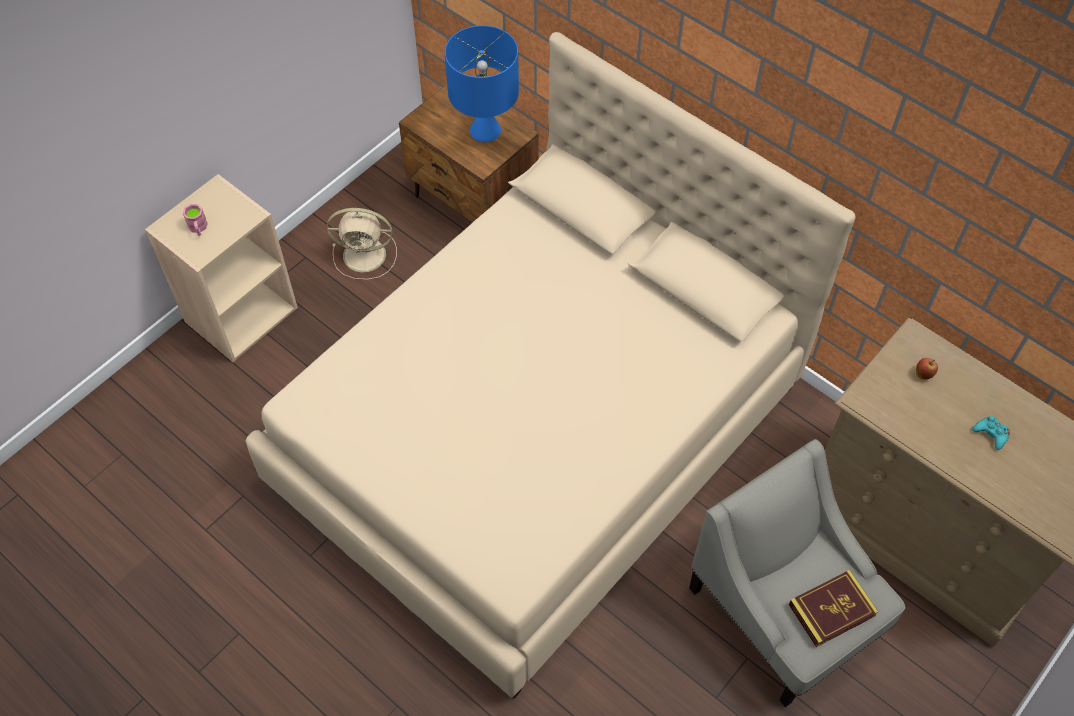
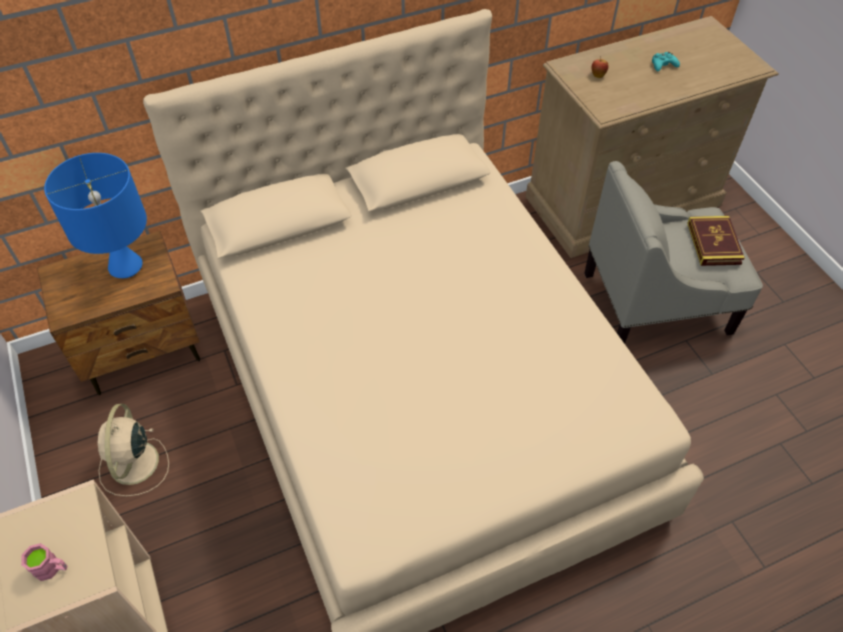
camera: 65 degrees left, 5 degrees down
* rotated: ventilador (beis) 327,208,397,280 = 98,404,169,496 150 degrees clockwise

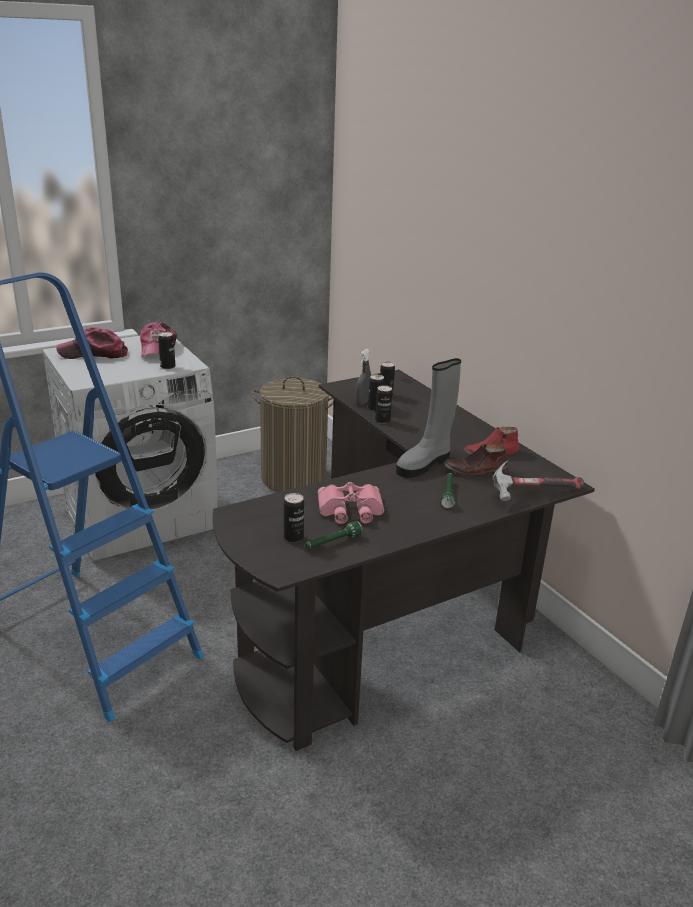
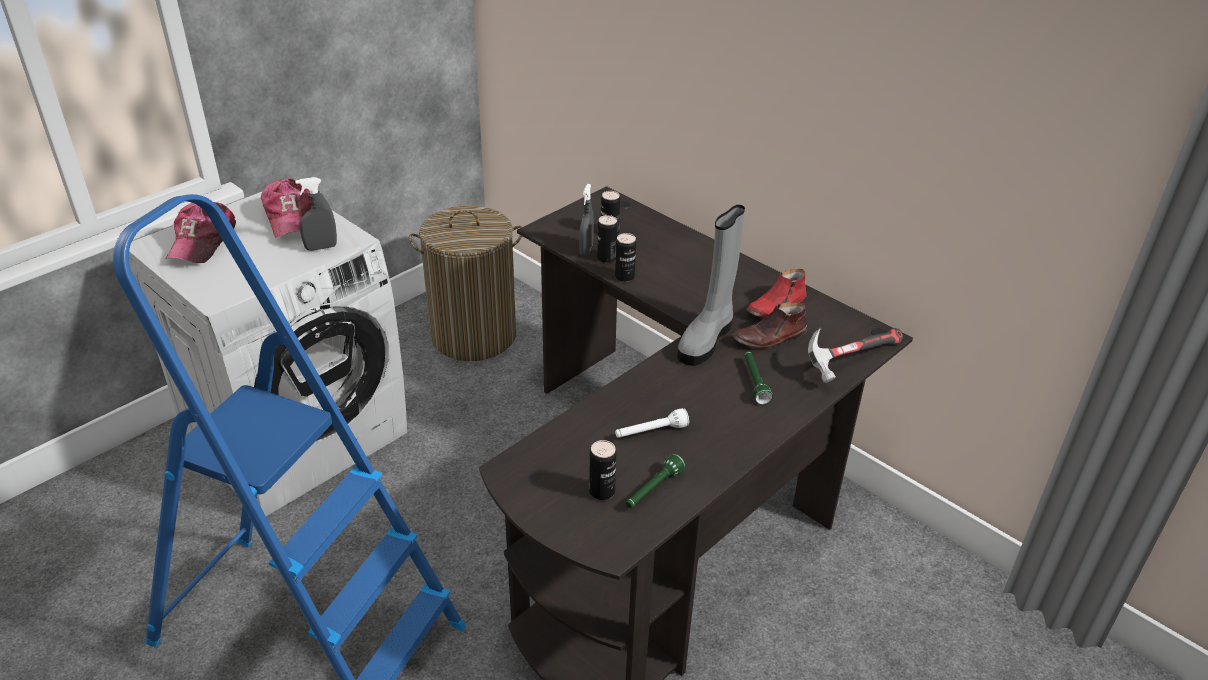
camera: 15 degrees left, 10 degrees up
* rotated: gorra 56,327,128,359 = 165,202,236,263 60 degrees counterclockwise
* swapped: lata 158,332,175,369 to pulverizador (gris) 295,177,337,251
* swapped: prismáticos (rosa) 318,482,384,524 to linterna (blanco) 615,408,689,438

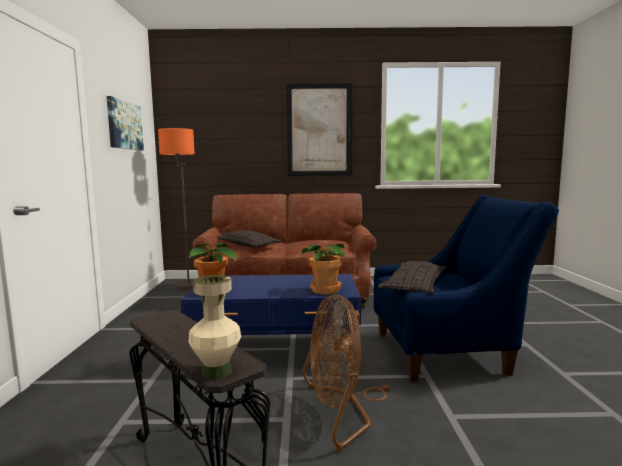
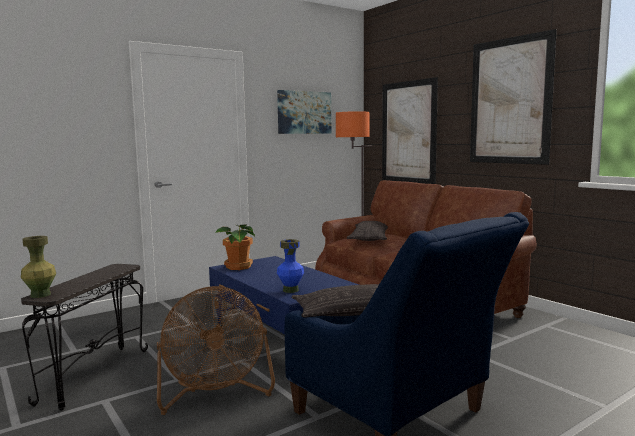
camera: 55 degrees right, 0 degrees up
* repainted: florero (beis) 189,275,241,379 to florero (verde) 21,236,56,298
* swapped: planta en maceta 302,244,347,295 to florero (azul) 277,239,304,293
* rotated: ventilador (marrón) 303,294,392,452 = 157,286,275,415 150 degrees counterclockwise
* new: cuadro 382,77,438,184

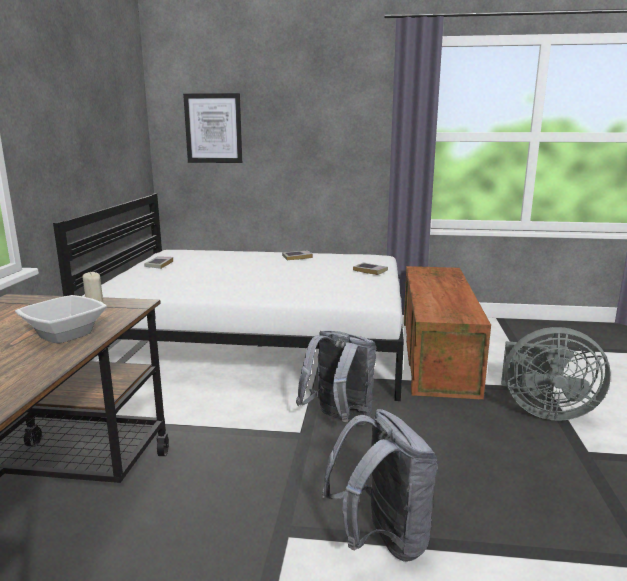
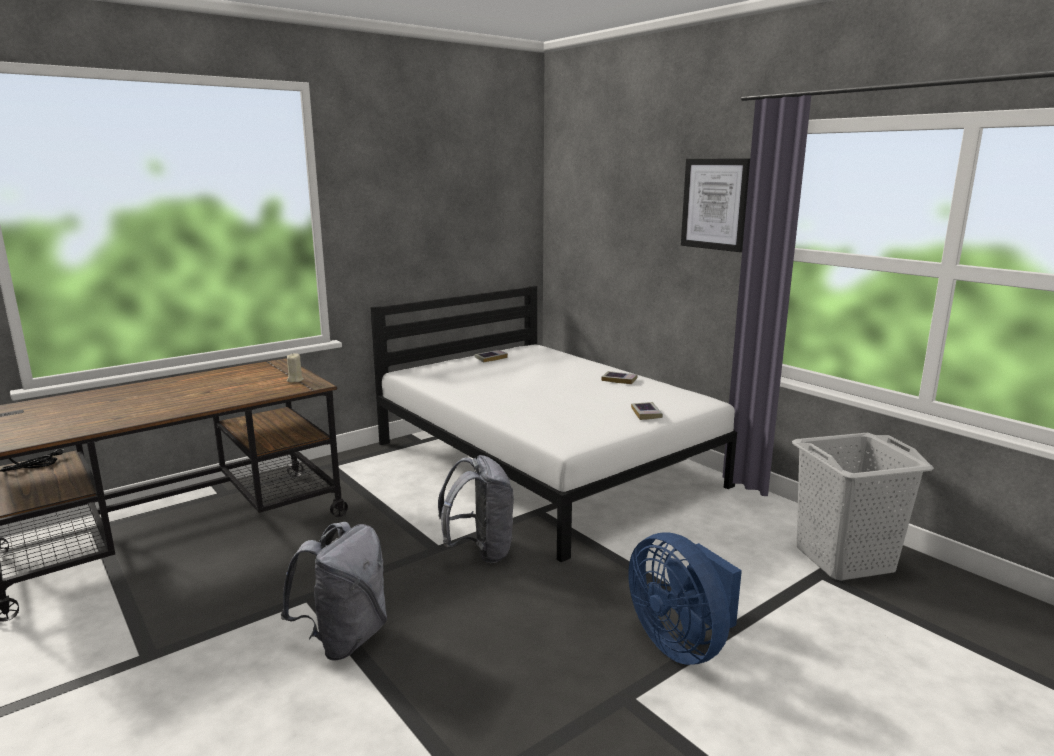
camera: 45 degrees right, 0 degrees up
* gone: cuenco 15,295,107,344
* shifted: cuadro 183,93,242,163 to 681,158,750,252
* gone: banco (marrón) 404,266,491,400
* repainted: ventilador (gris) 501,327,611,421 to ventilador (azul) 628,532,742,665
* new: cesto de la ropa (gris) 792,433,934,581

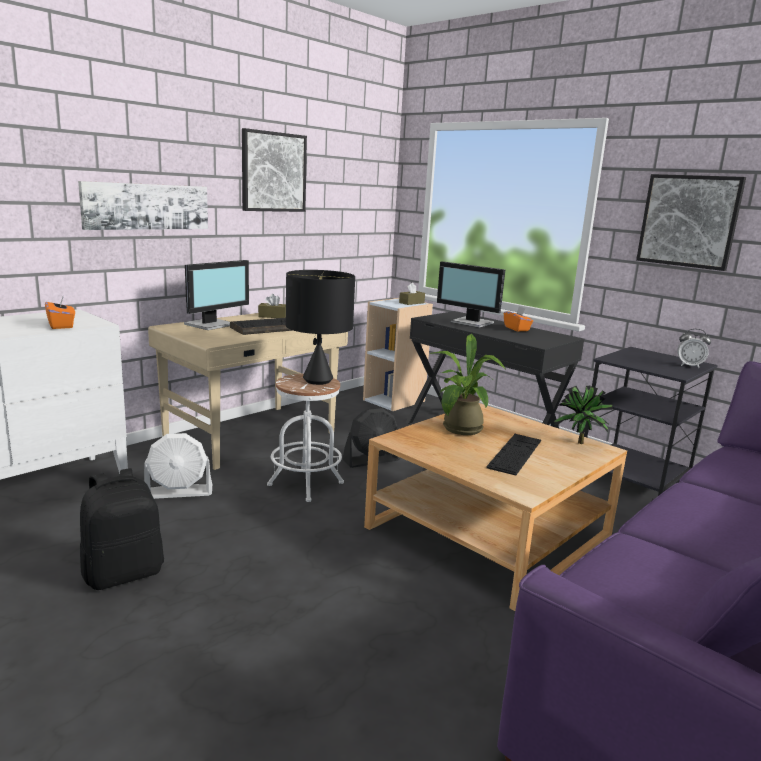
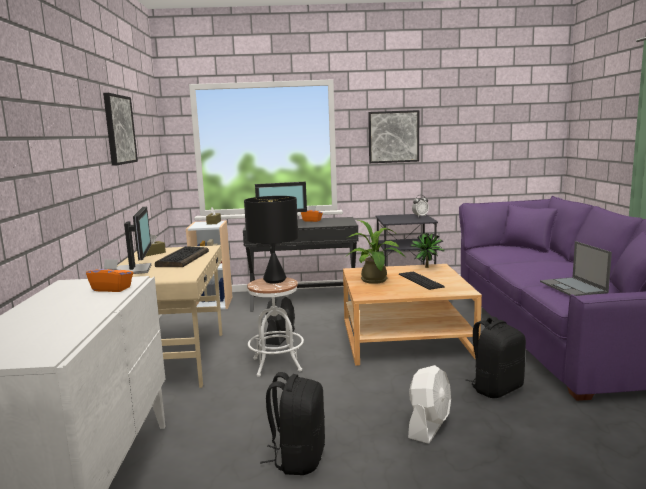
camera: 45 degrees left, 5 degrees down
* gone: cuadro 78,181,208,230
* shifted: ventilador (blanco) 144,433,212,499 to 408,365,451,444
* new: mochila (negro) 466,317,526,398
* new: portátil 540,241,612,296

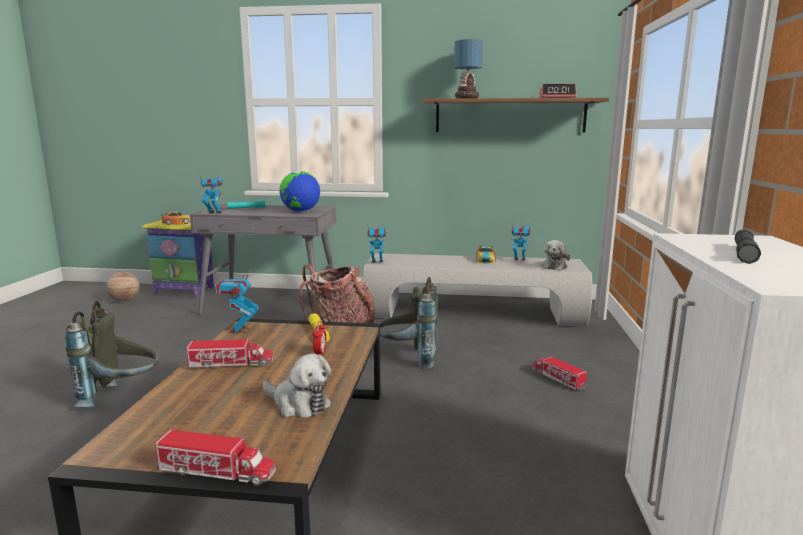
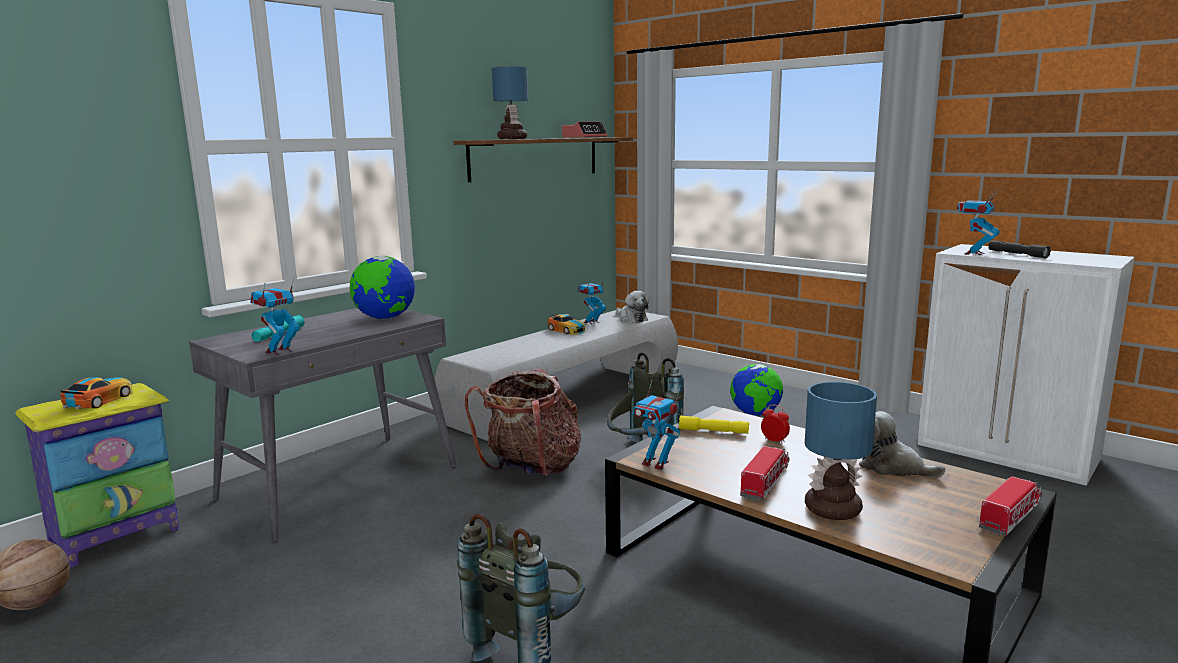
camera: 55 degrees left, 0 degrees up
* rotated: peluche 263,354,331,418 = 859,411,946,478 120 degrees counterclockwise
* shifted: robot de juguete 368,228,386,264 to 957,190,1000,255
* swapped: camión de juguete 531,356,587,390 to globo terráqueo 730,364,783,416
* new: lámpara de mesa 805,382,877,520

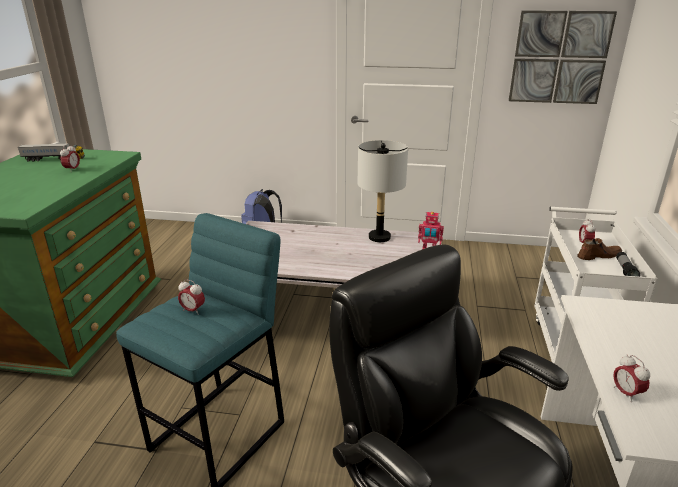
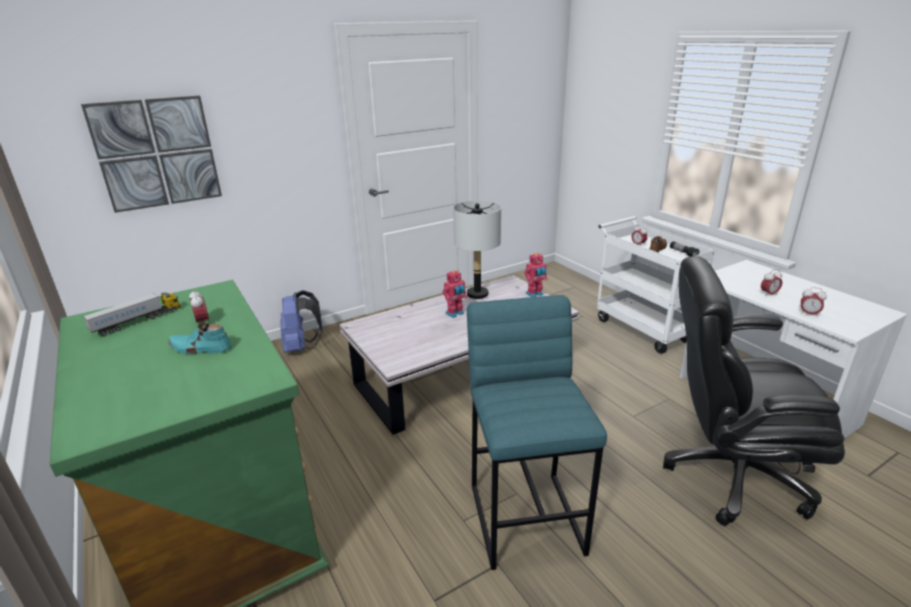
camera: 40 degrees left, 0 degrees up
* shifted: despertador 178,279,205,315 to 761,269,782,297
* shifted: cuadro 509,10,617,104 to 81,95,222,213
* new: zapato (turquesa) 168,323,232,354
* new: robot de juguete 442,270,468,318

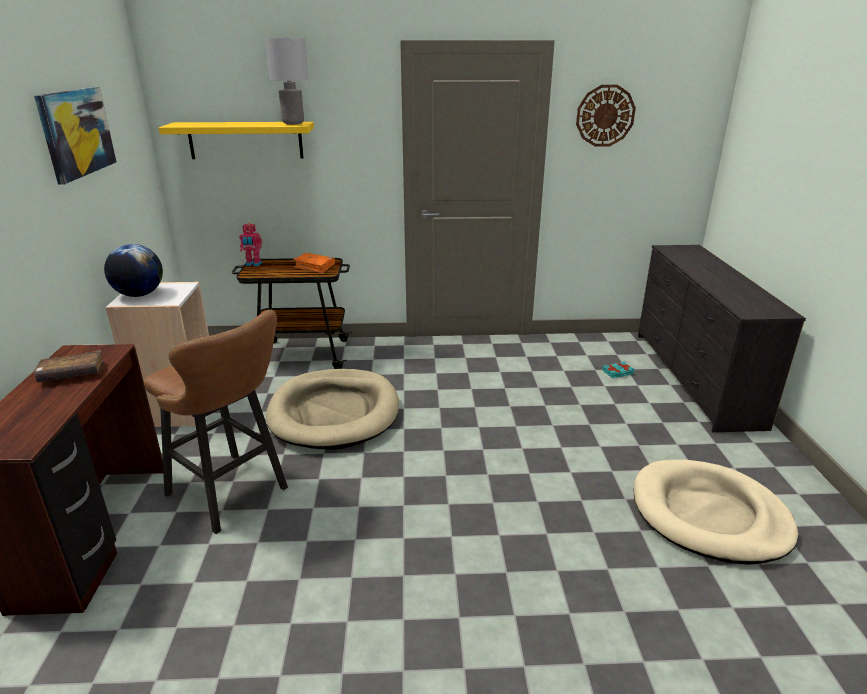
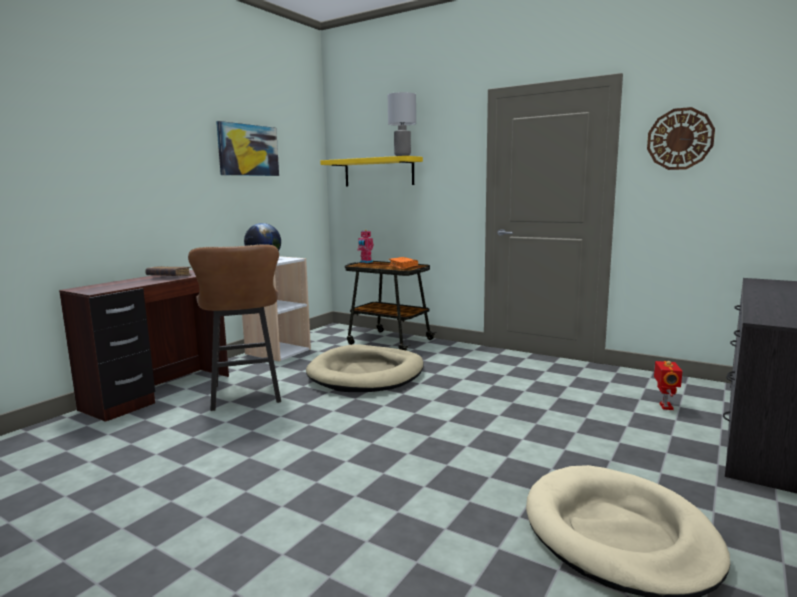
camera: 35 degrees right, 15 degrees down
* swapped: libro (turquesa) 603,362,634,378 to robot de juguete 654,361,682,410

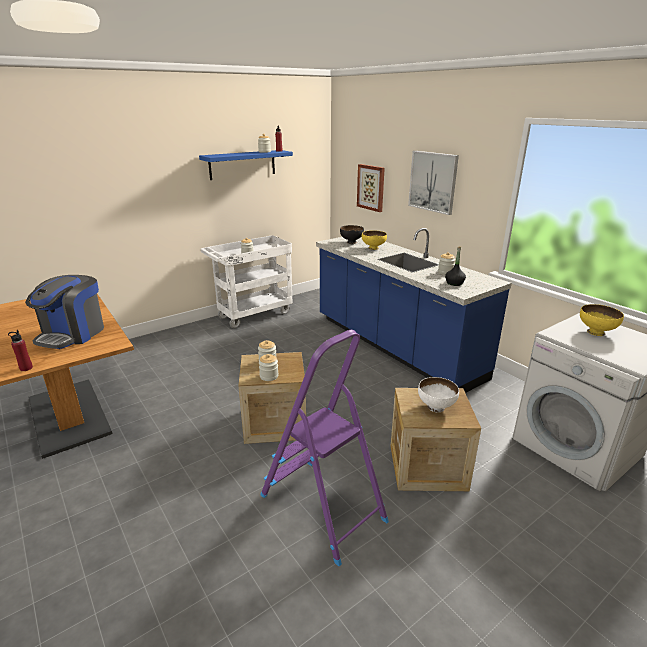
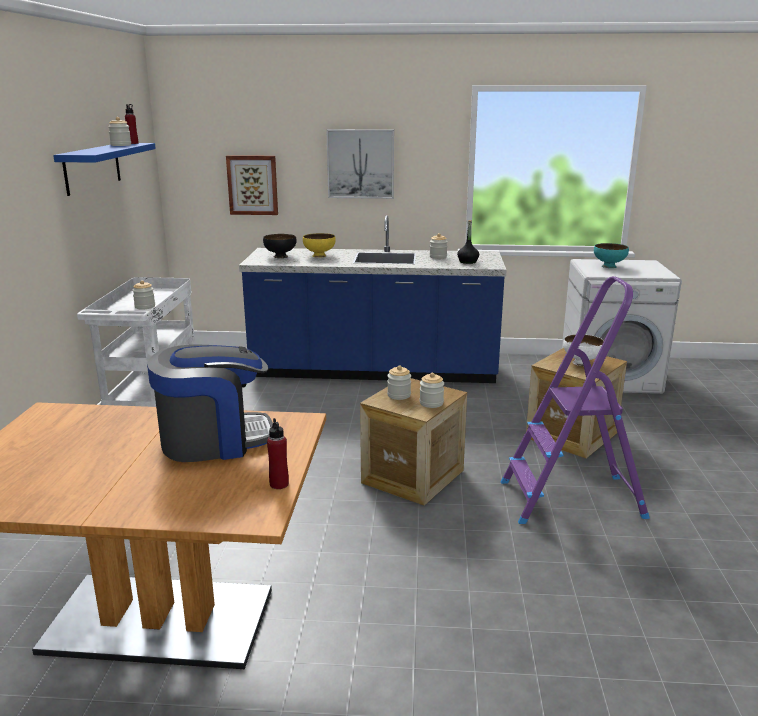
camera: 50 degrees left, 5 degrees down
* rotated: cafetera 25,275,104,349 = 147,344,273,462 75 degrees counterclockwise
* repainted: cuenco (amarillo) 580,304,624,336 to cuenco (turquesa) 594,243,629,268

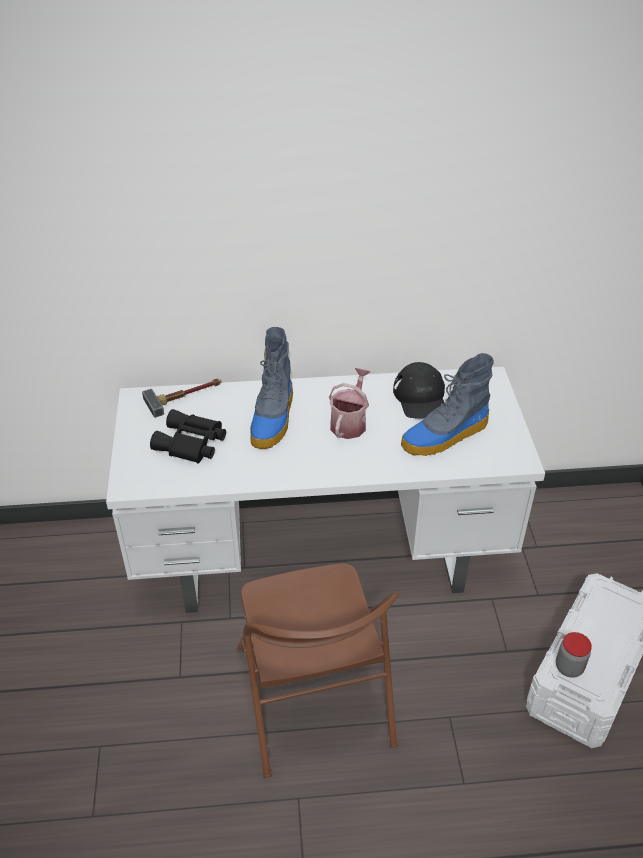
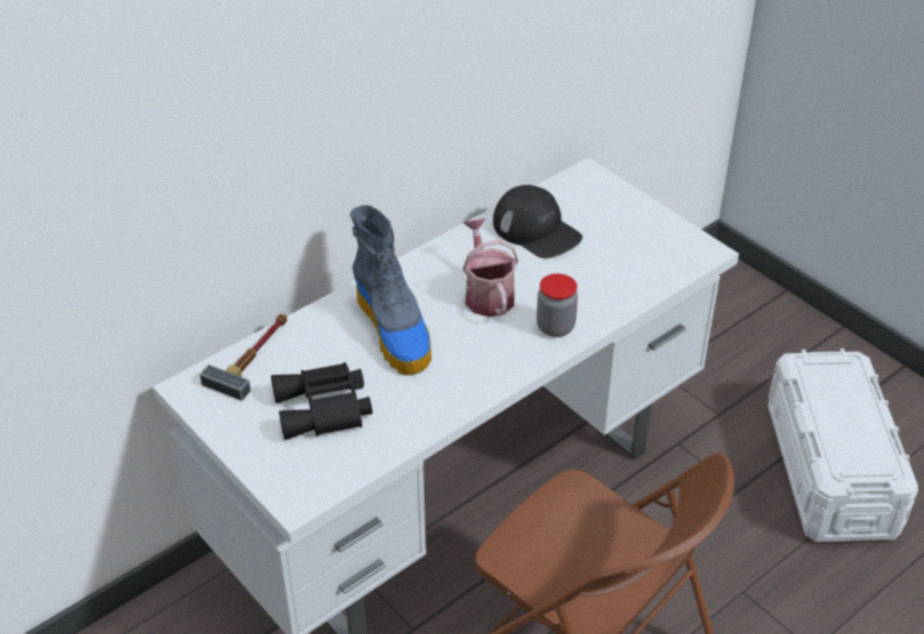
camera: 35 degrees left, 0 degrees up
* gone: bota 401,353,494,456
* shifted: tarro 556,632,592,678 to 537,274,578,337

